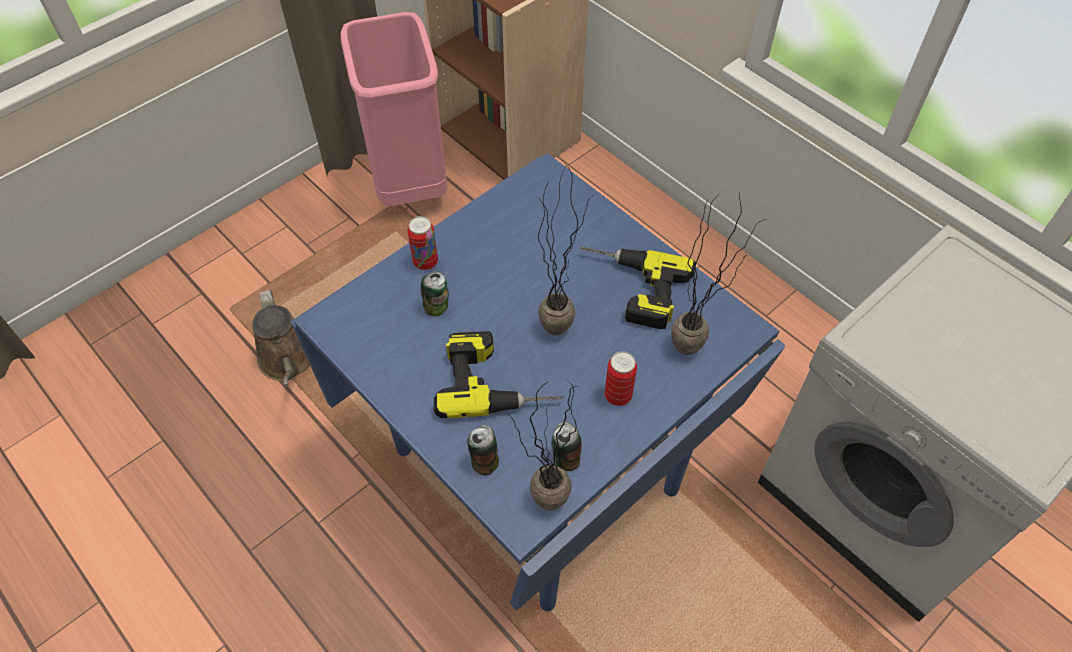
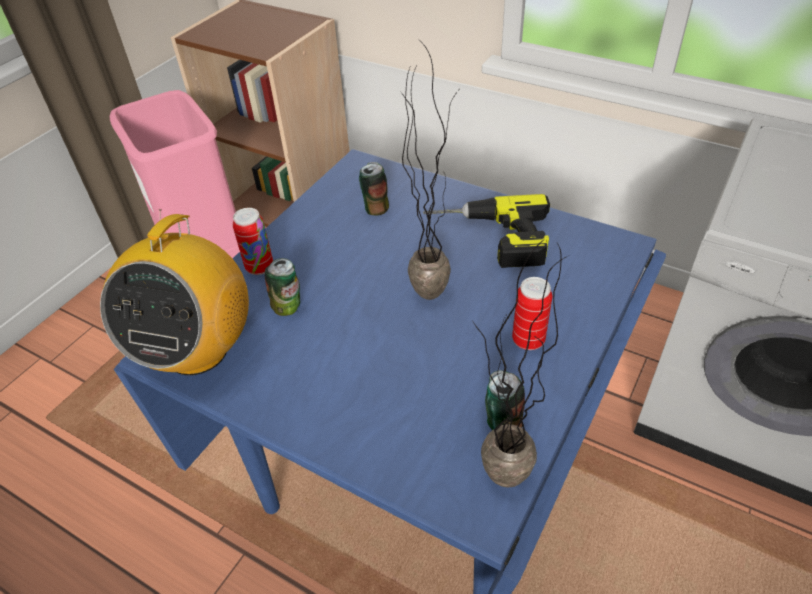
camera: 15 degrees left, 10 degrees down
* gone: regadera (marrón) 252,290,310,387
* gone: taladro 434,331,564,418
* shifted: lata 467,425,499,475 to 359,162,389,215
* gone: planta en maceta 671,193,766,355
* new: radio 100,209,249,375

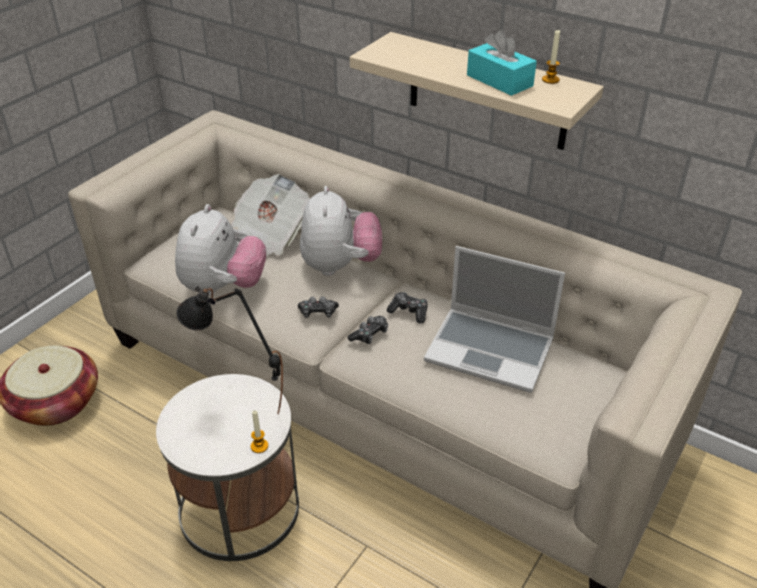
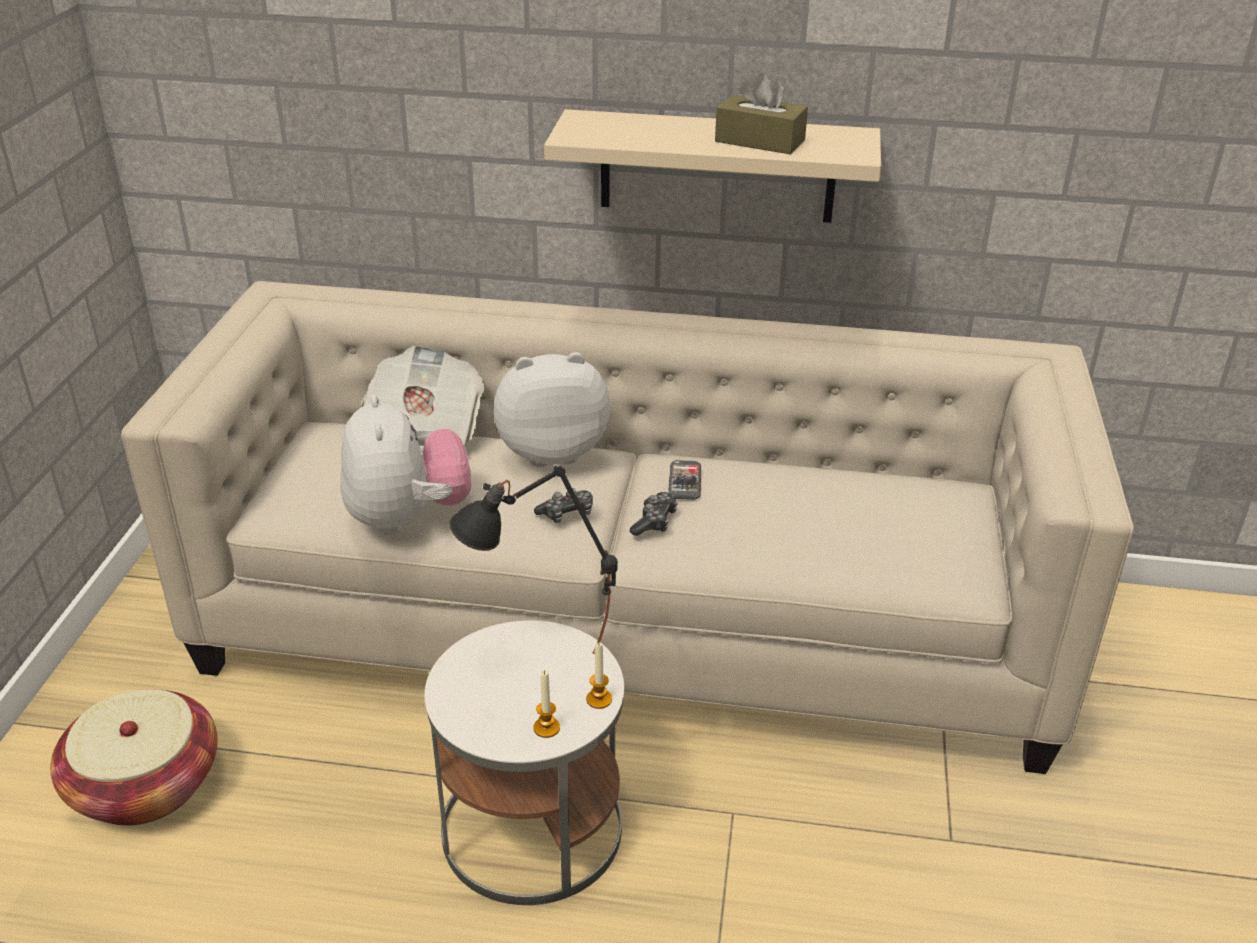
camera: 25 degrees left, 5 degrees down
* rotated: peluche 300,186,382,276 = 494,352,610,467 75 degrees counterclockwise
* swapped: mando de consola 387,292,428,324 to móvil 668,460,701,500
* gone: portátil 424,246,565,393
* repainted: caja de pañuelos (turquesa) 467,30,537,96 to caja de pañuelos (marrón) 715,72,808,154
* shifted: vela 542,30,560,84 to 533,669,560,738

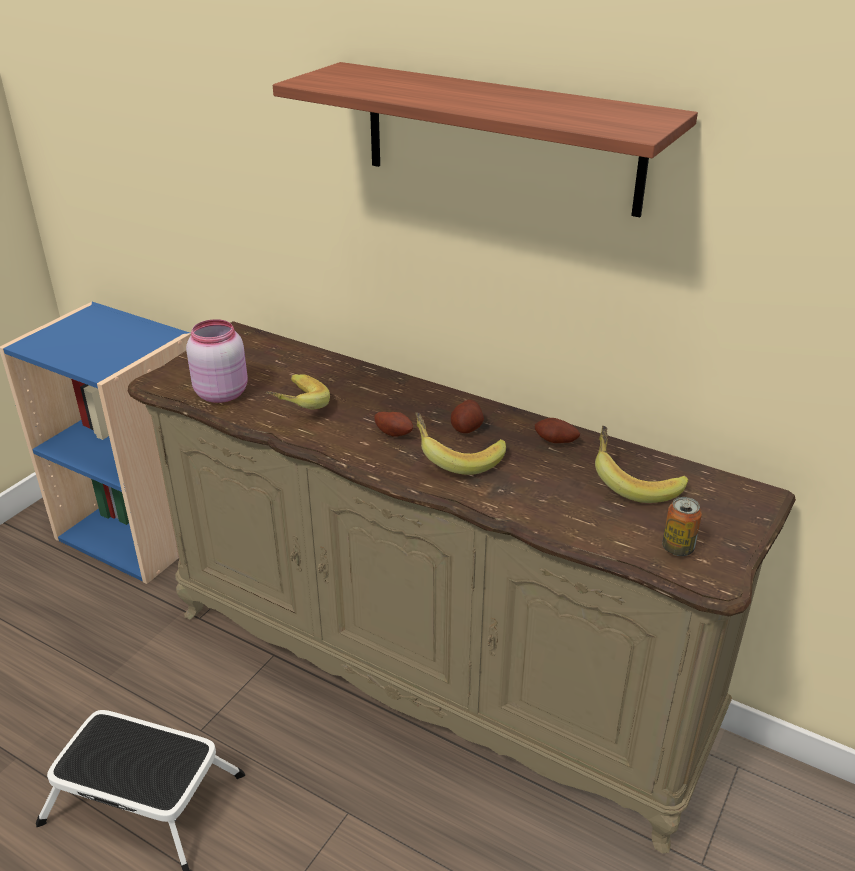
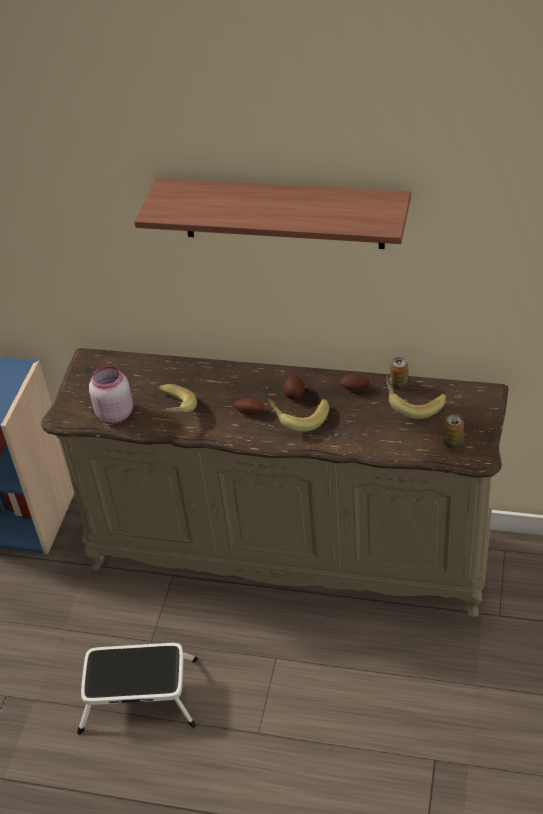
camera: 15 degrees left, 10 degrees up
* new: lata 390,357,409,390

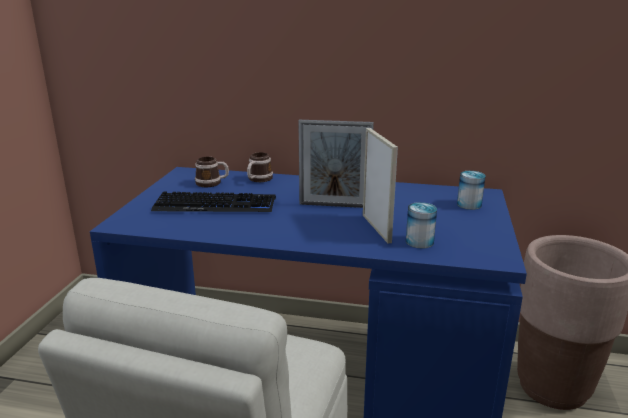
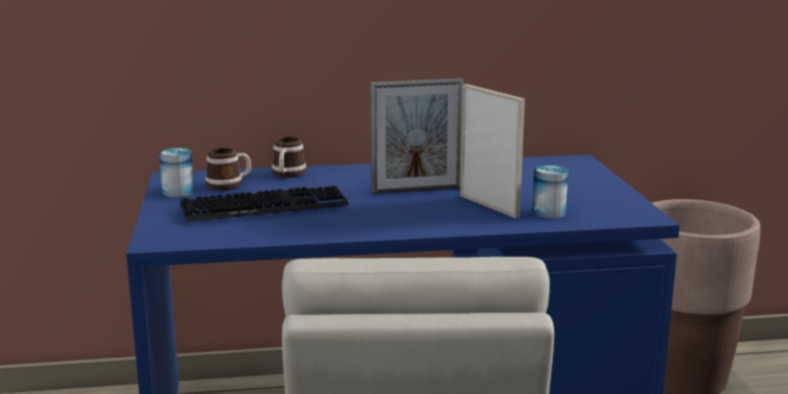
camera: 20 degrees left, 5 degrees down
* shifted: lata 457,171,486,210 to 159,148,194,197

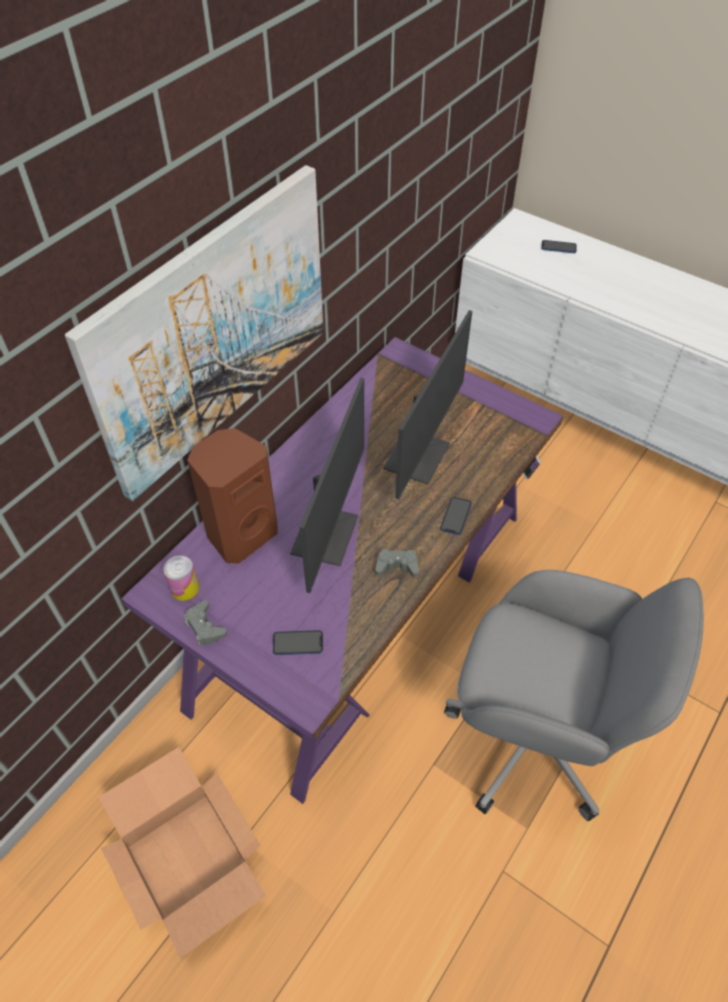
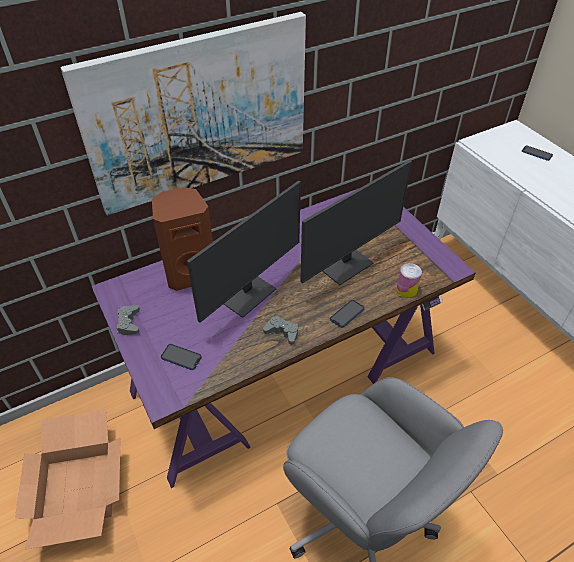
camera: 25 degrees right, 5 degrees down
* shifted: lata 163,555,199,601 to 396,263,422,298

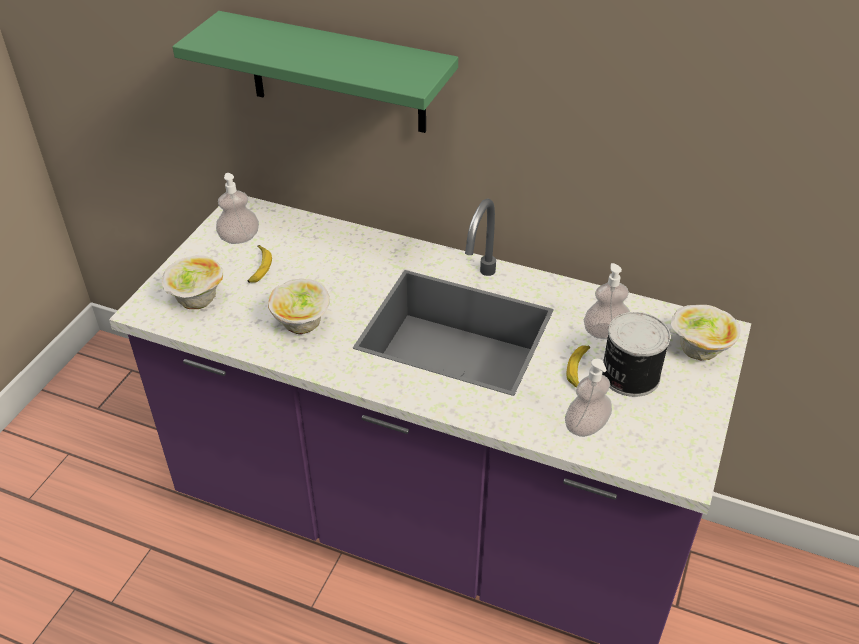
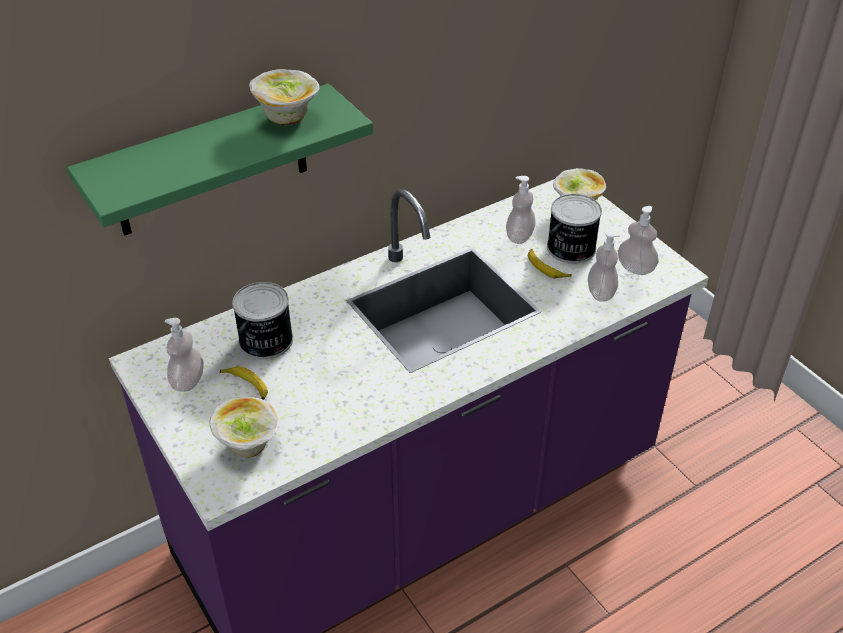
camera: 55 degrees left, 0 degrees up
* shifted: cuenco 268,279,330,334 to 249,69,319,125
* new: lata 232,282,293,359
* new: dispensador de jabón 618,206,659,275

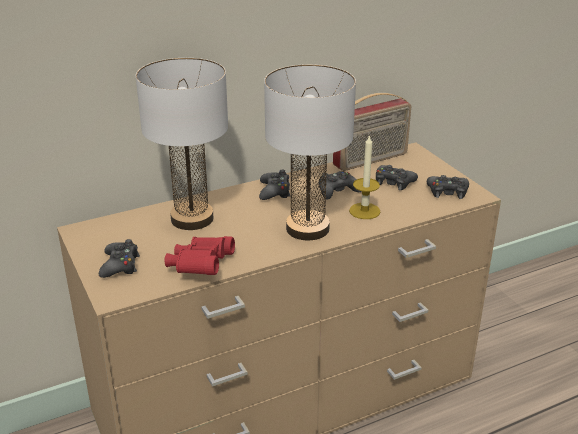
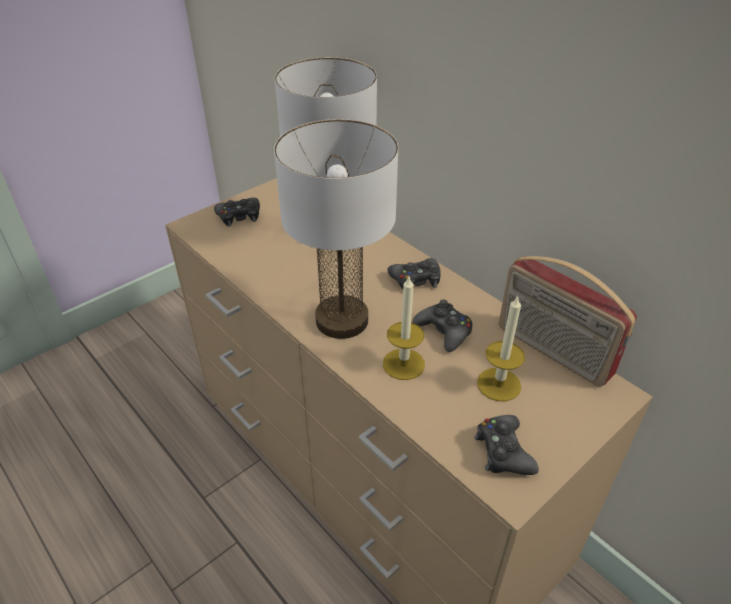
camera: 75 degrees right, 10 degrees up
* gone: prismáticos (rojo) 165,236,235,275
* swapped: mando de consola (negro) 376,165,418,190 to vela 477,295,525,401

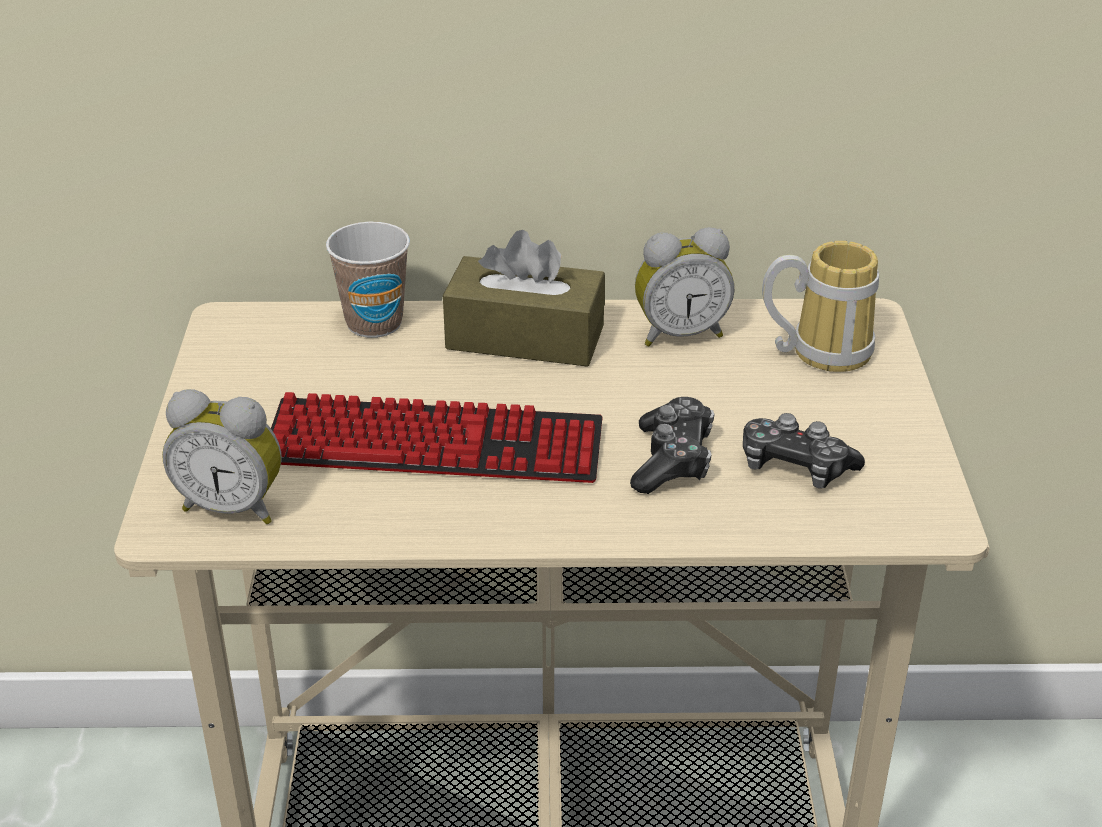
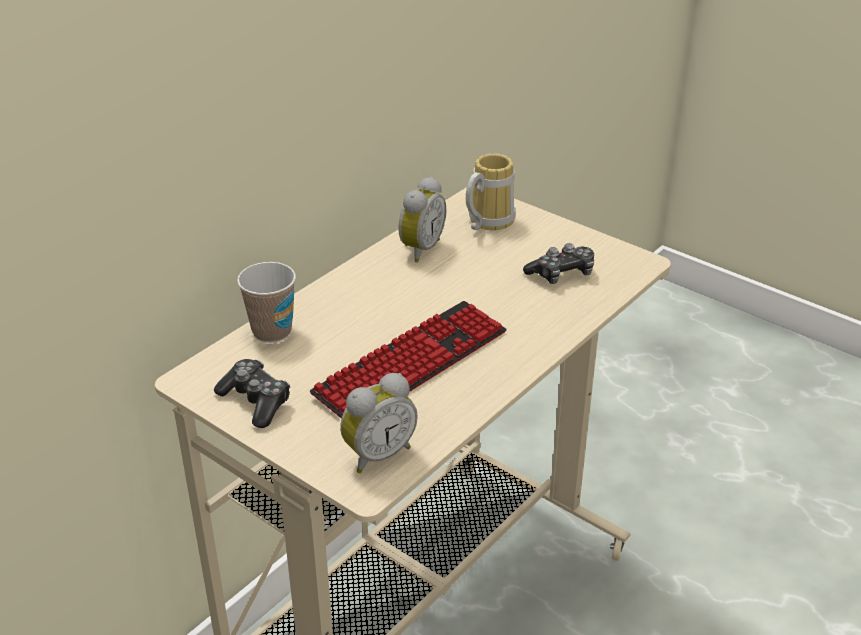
camera: 50 degrees left, 0 degrees up
* gone: caja de pañuelos (marrón) 443,230,605,367
* shifted: mando de consola 630,397,714,494 to 214,359,290,428

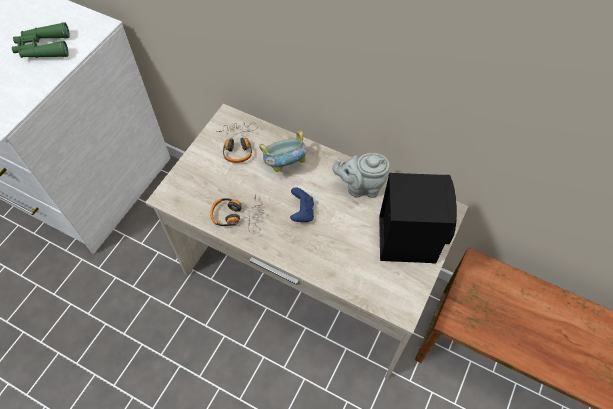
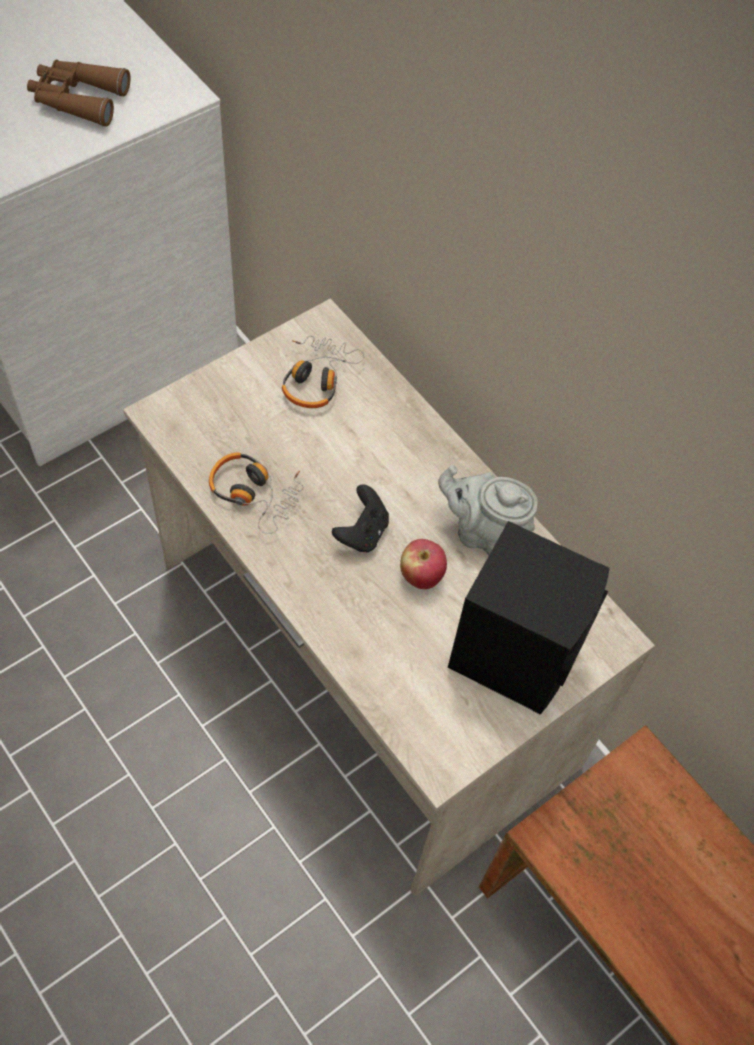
camera: 20 degrees right, 0 degrees up
* repainted: prismáticos (verde) 12,22,70,58 to prismáticos (marrón) 27,60,130,127
* gone: cuenco 259,130,307,172
* repainted: mando de consola (azul) 290,187,314,223 to mando de consola (negro) 332,484,389,552
* new: manzana 400,539,447,589

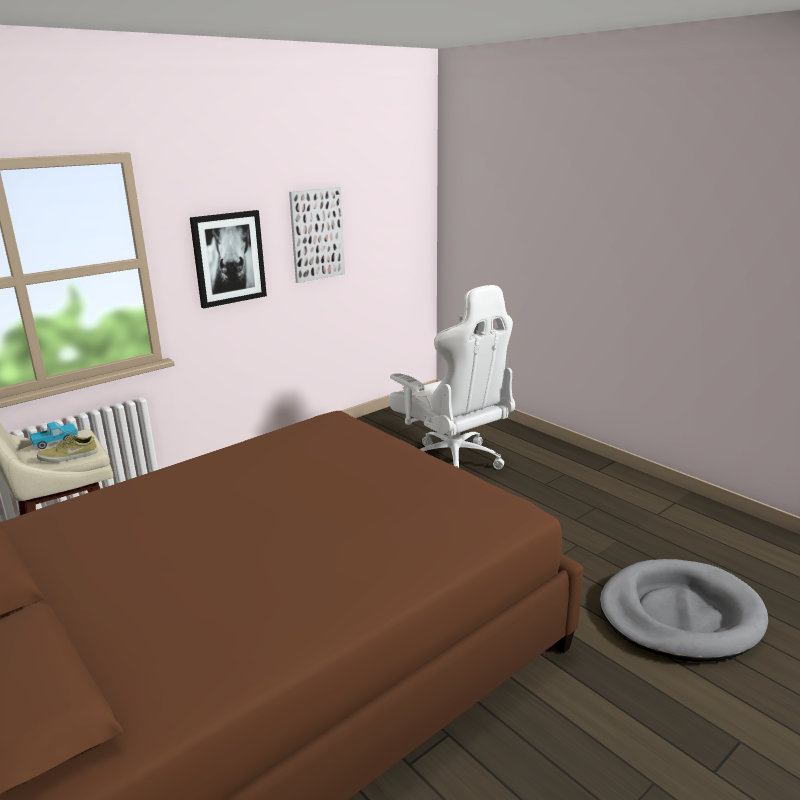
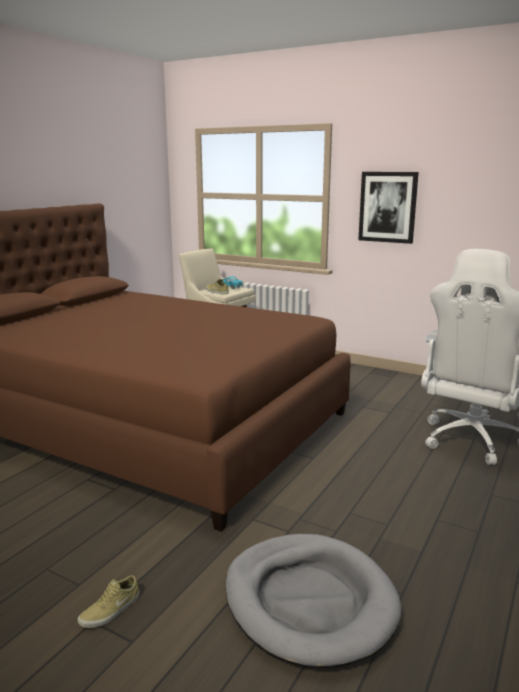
camera: 70 degrees right, 5 degrees down
* gone: cuadro 289,187,345,283
* new: zapato (beis) 78,575,139,628

